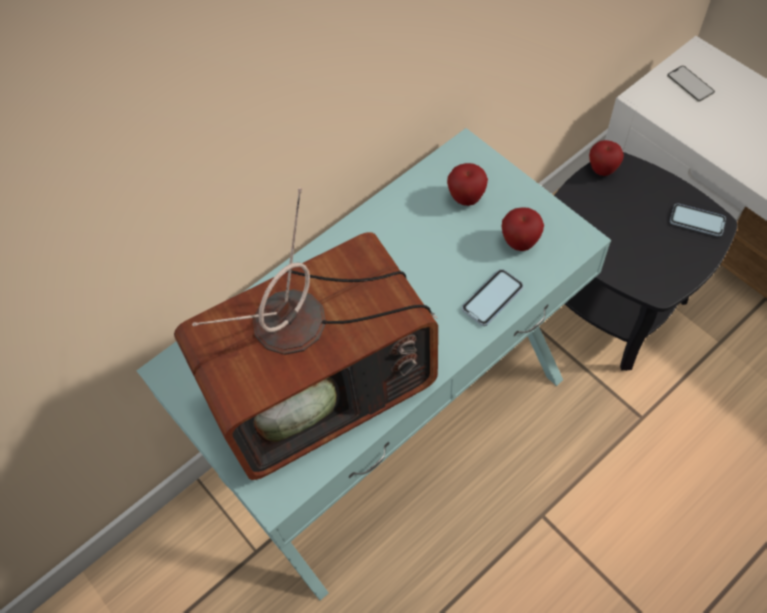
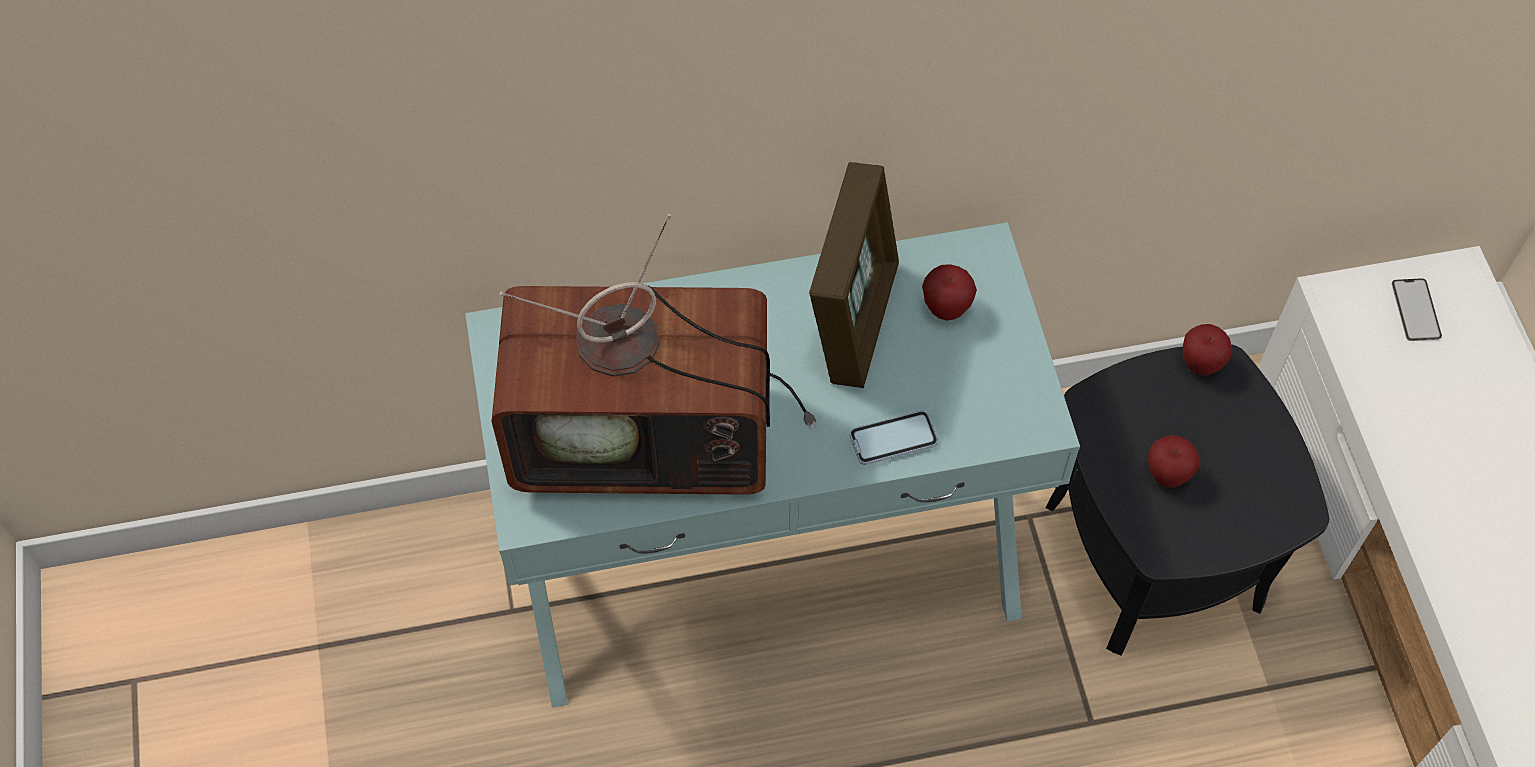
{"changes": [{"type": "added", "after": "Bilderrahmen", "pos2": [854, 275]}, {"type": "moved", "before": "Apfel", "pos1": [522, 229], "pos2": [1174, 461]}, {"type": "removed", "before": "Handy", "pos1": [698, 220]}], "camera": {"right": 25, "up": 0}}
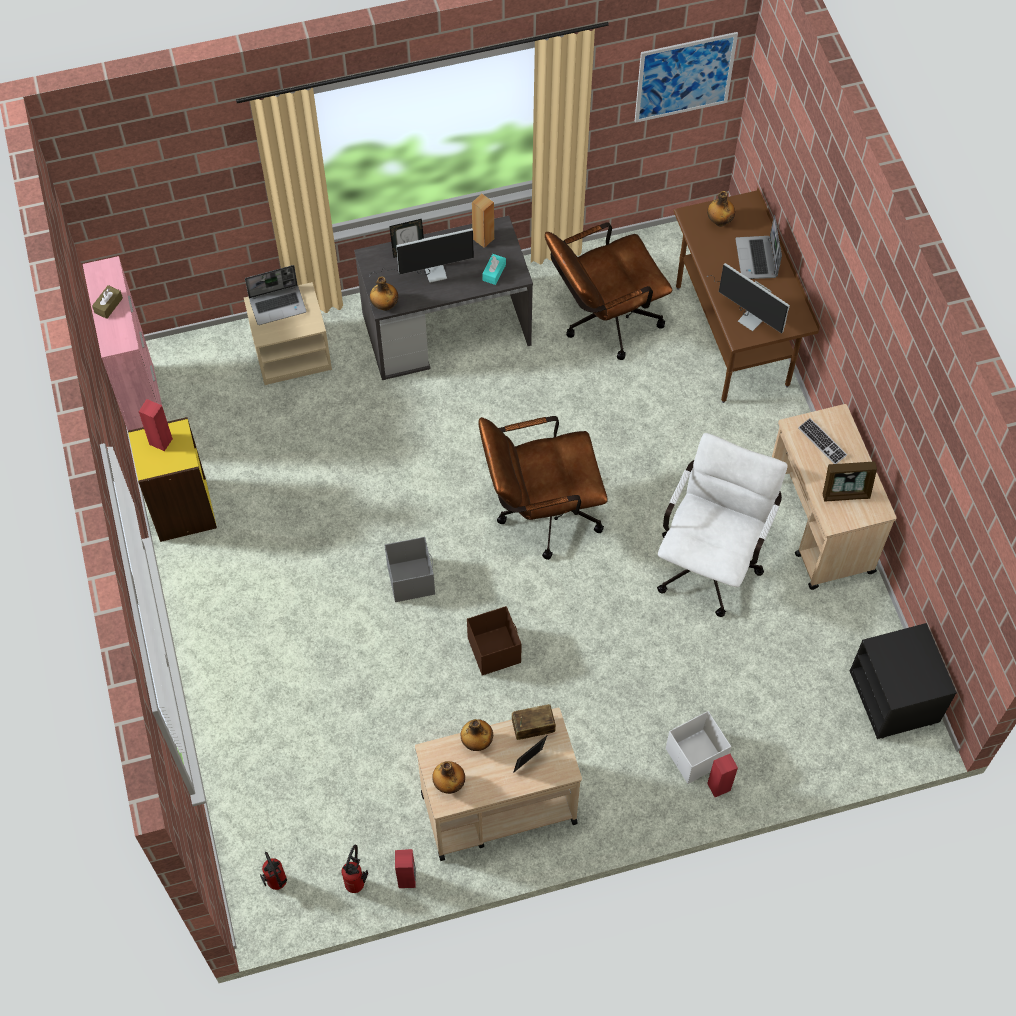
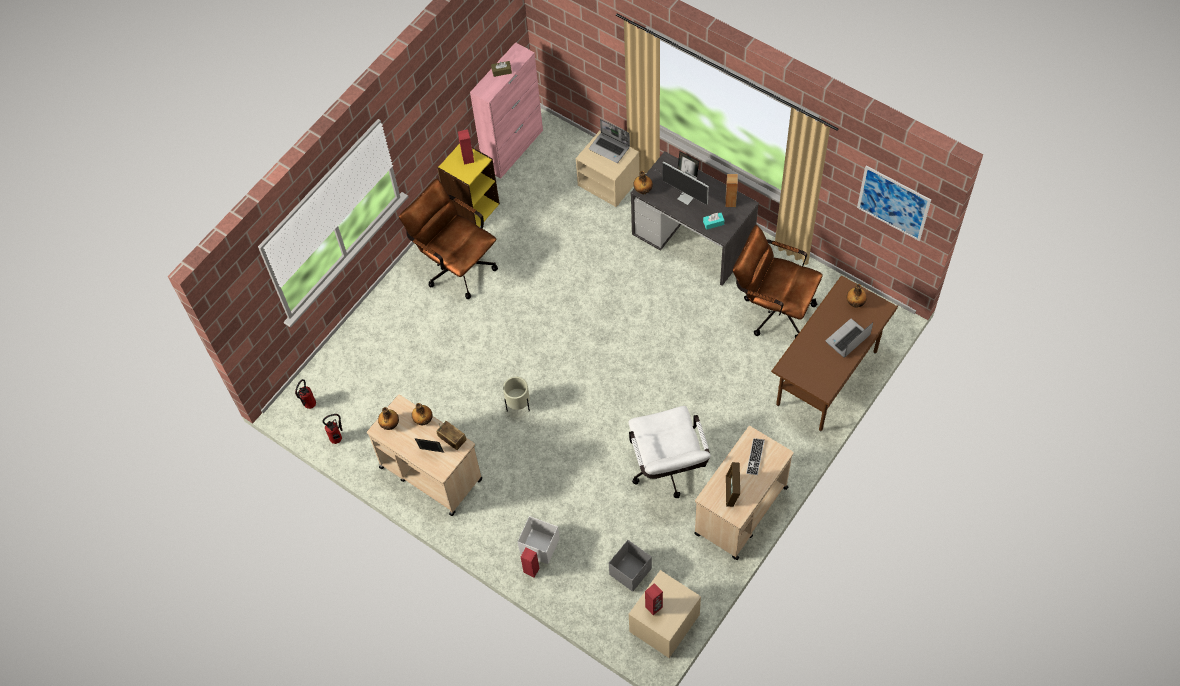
{"changes": [{"type": "moved", "before": "Bürostuhl/braun", "pos1": [543, 488], "pos2": [448, 238]}, {"type": "replaced", "before": "Aufbewahrungsbox/braun", "after": "Pflanzkübel/beige", "pos1": [494, 641], "pos2": [516, 394]}, {"type": "moved", "before": "Aufbewahrungsbox/grau", "pos1": [410, 569], "pos2": [630, 566]}, {"type": "recoloured", "before": "Nachttisch/schwarz", "after": "Nachttisch/beige", "pos1": [903, 681], "pos2": [664, 614]}, {"type": "turned", "before": "Bürostuhl/weiß", "pos1": [722, 525], "pos2": [670, 452], "turn": 90}, {"type": "moved", "before": "Lautsprecher/rot", "pos1": [405, 868], "pos2": [654, 599]}, {"type": "turned", "before": "Bilderrahmen", "pos1": [850, 481], "pos2": [733, 484], "turn": 45}, {"type": "removed", "before": "Monitor", "pos1": [748, 298]}], "camera": {"right": 55, "up": 0}}
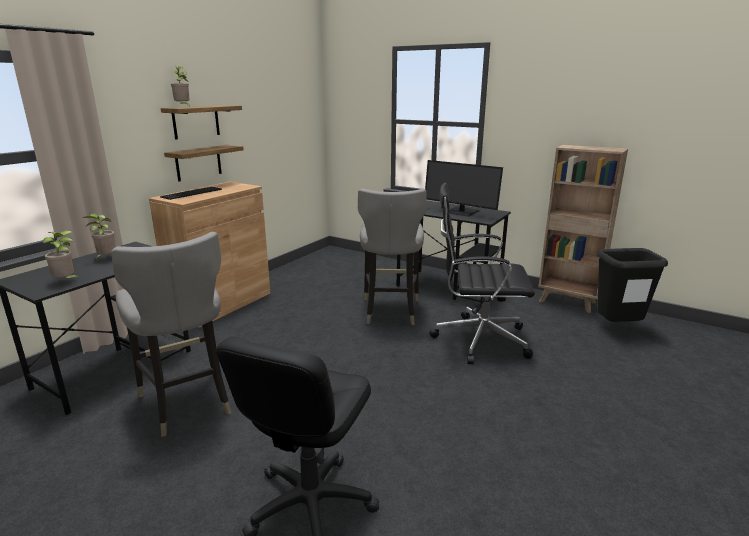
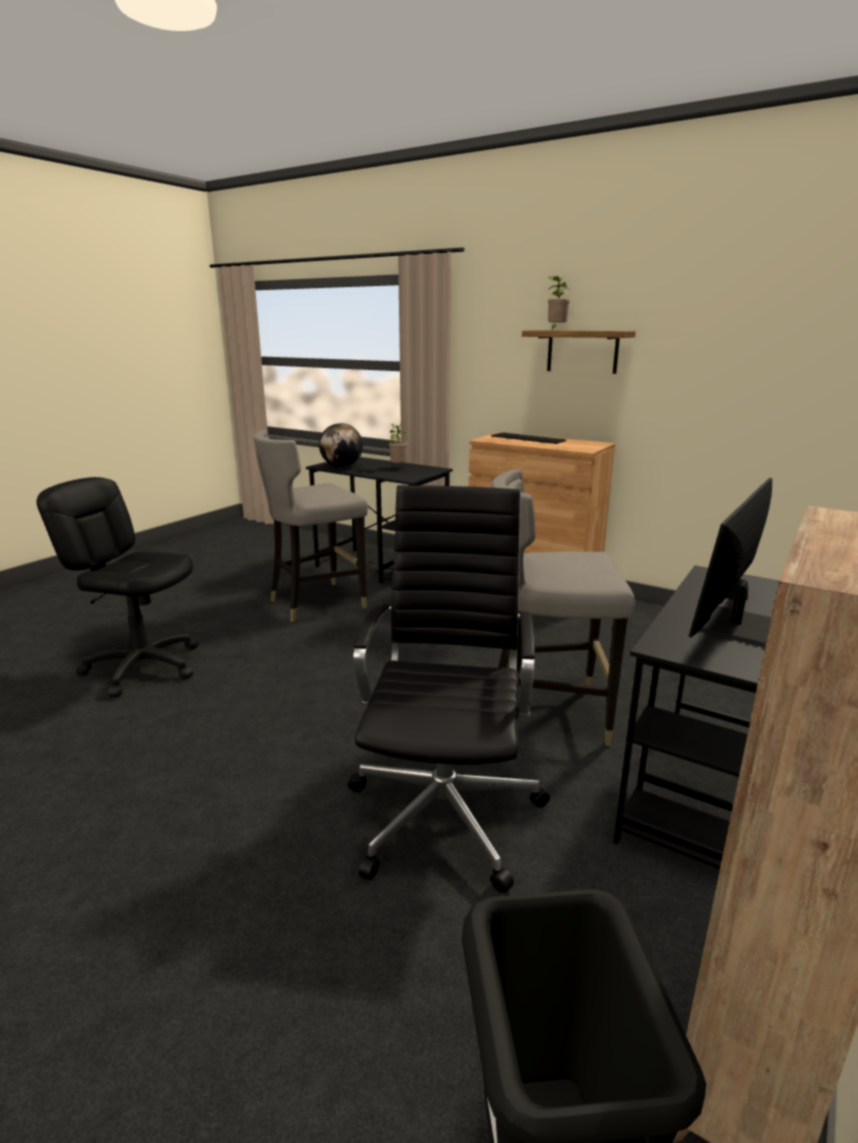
{"changes": [{"type": "replaced", "before": "Topfpflanze", "after": "Globus", "pos1": [61, 255], "pos2": [341, 445]}, {"type": "removed", "before": "Wandregal", "pos1": [204, 163]}], "camera": {"right": 90, "up": 0}}
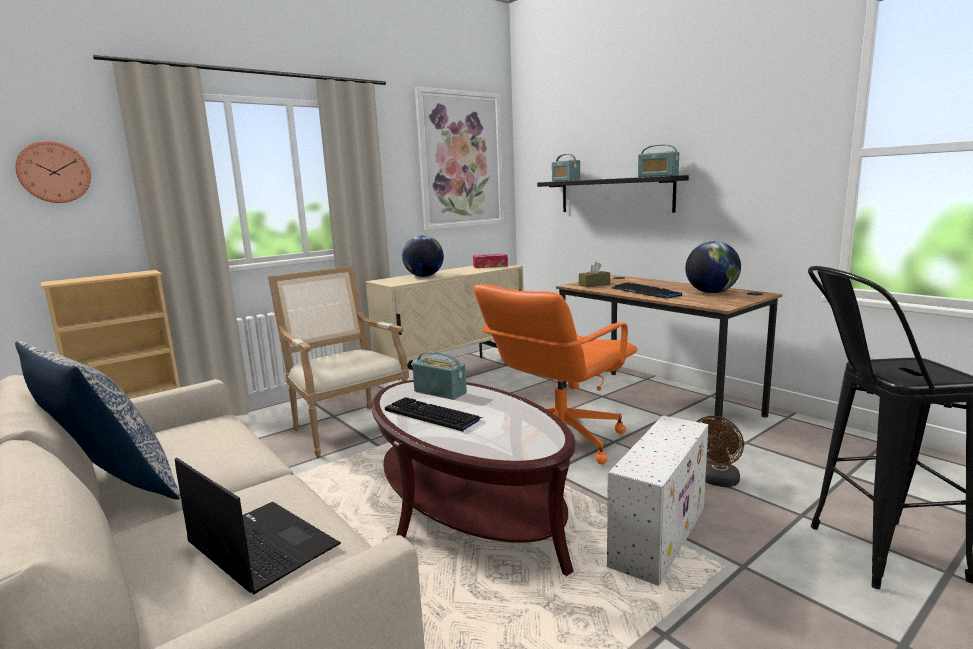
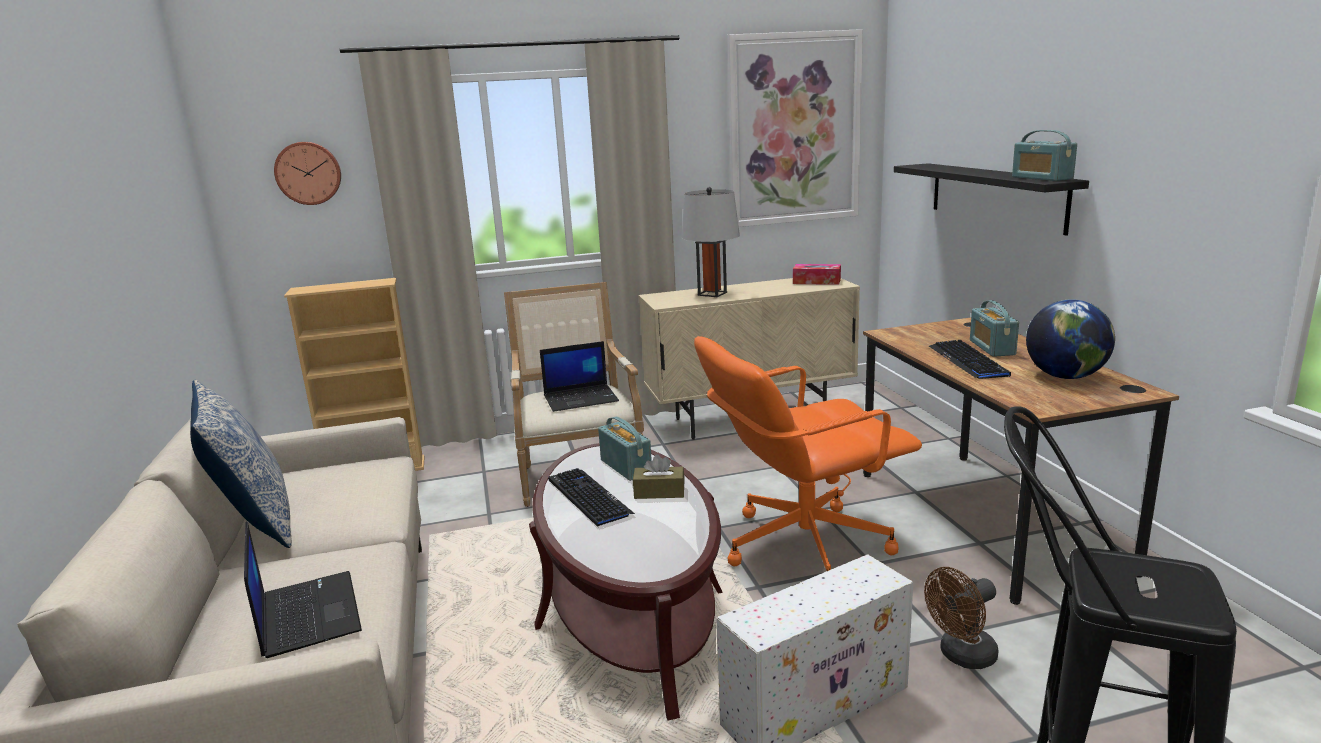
{"changes": [{"type": "added", "after": "Laptop", "pos2": [579, 376]}, {"type": "moved", "before": "Taschentuchbox/braun", "pos1": [594, 274], "pos2": [659, 476]}, {"type": "replaced", "before": "Globus", "after": "Tischlampe/grau", "pos1": [423, 256], "pos2": [710, 242]}, {"type": "moved", "before": "Radio", "pos1": [566, 168], "pos2": [994, 328]}], "camera": {"right": 25, "up": 5}}
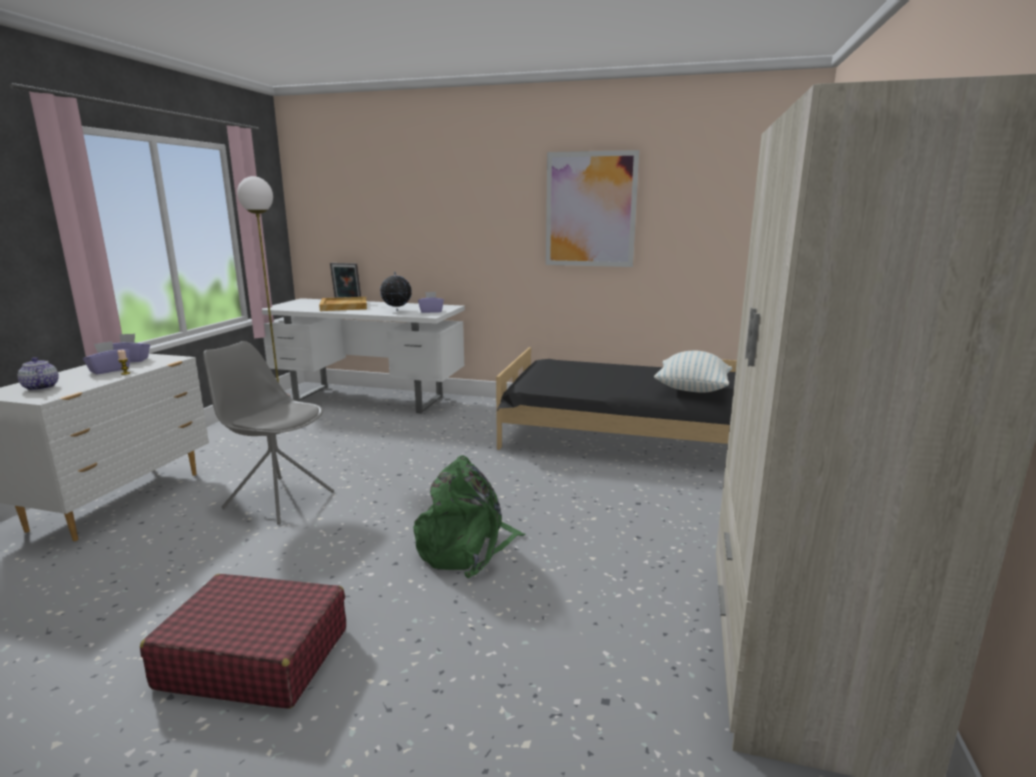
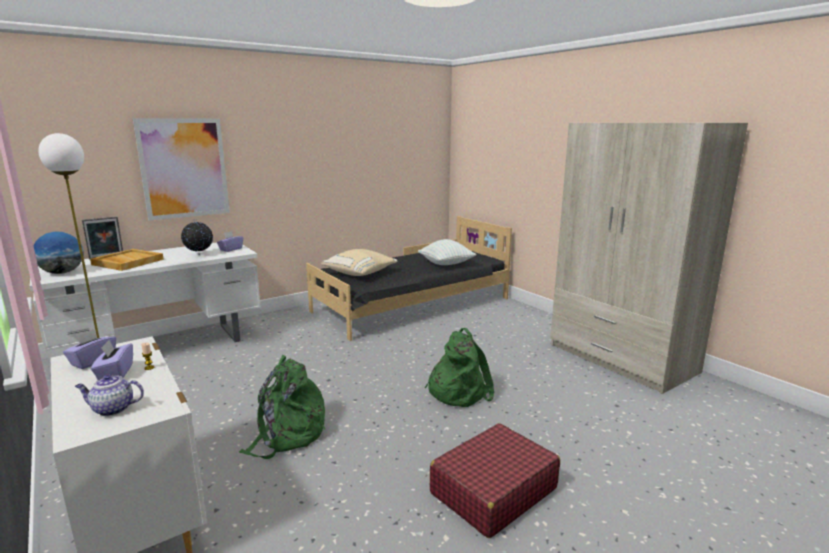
{"changes": [{"type": "added", "after": "Globus", "pos2": [58, 253]}, {"type": "moved", "before": "Bild", "pos1": [592, 208], "pos2": [181, 169]}, {"type": "replaced", "before": "Stuhl/grau", "after": "Rucksack/grün", "pos1": [268, 433], "pos2": [282, 407]}, {"type": "added", "after": "Kissen/beige", "pos2": [359, 262]}], "camera": {"right": -50, "up": 0}}
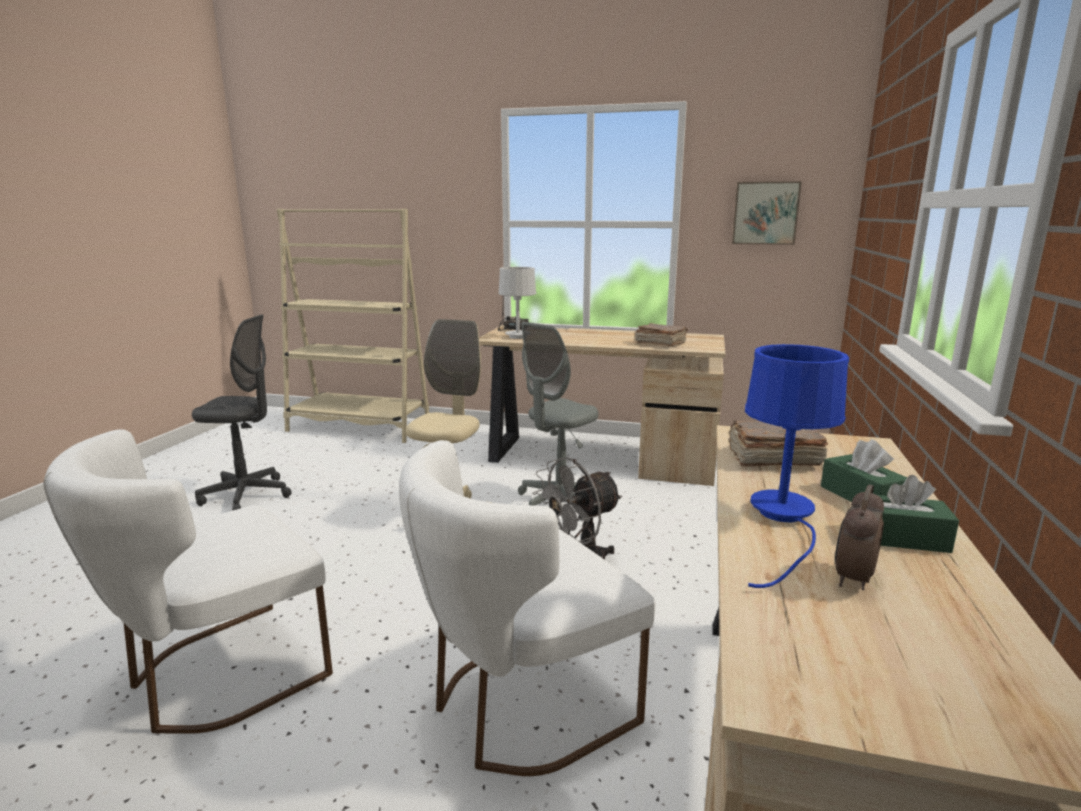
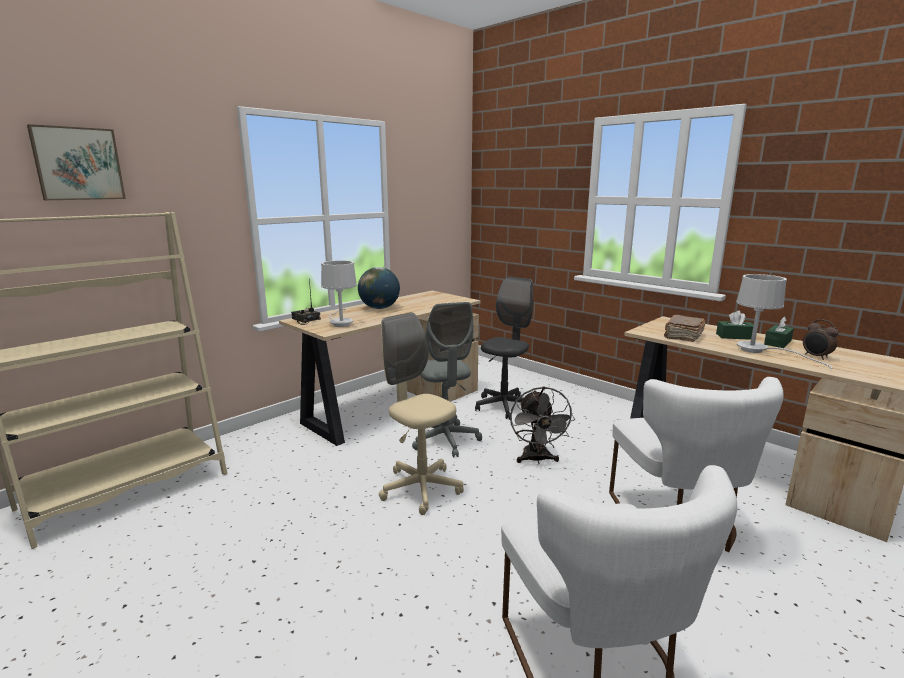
{"changes": [{"type": "moved", "before": "Bild", "pos1": [766, 213], "pos2": [76, 162]}, {"type": "added", "after": "Globus", "pos2": [379, 288]}, {"type": "moved", "before": "Bürostuhl/grau", "pos1": [242, 412], "pos2": [504, 348]}, {"type": "recoloured", "before": "Tischlampe/blau", "after": "Tischlampe/weiß", "pos1": [797, 466], "pos2": [784, 321]}, {"type": "removed", "before": "Buch/braun", "pos1": [661, 334]}], "camera": {"right": -60, "up": 0}}
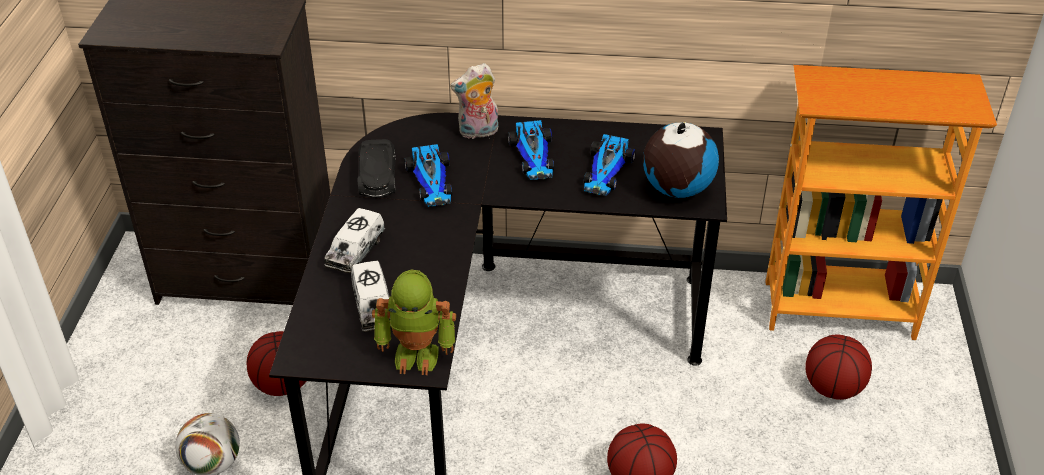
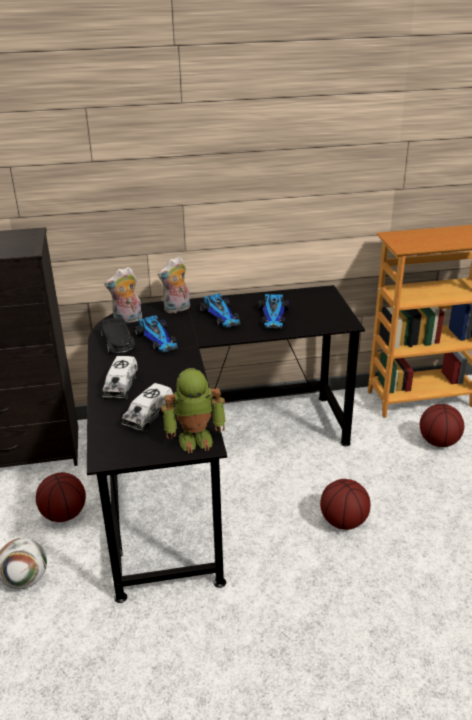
{"changes": [{"type": "added", "after": "Plüschtier", "pos2": [123, 295]}, {"type": "turned", "before": "Spielzeuglaster", "pos1": [371, 296], "pos2": [147, 408], "turn": 60}, {"type": "removed", "before": "Globus", "pos1": [681, 160]}], "camera": {"right": -15, "up": -10}}
